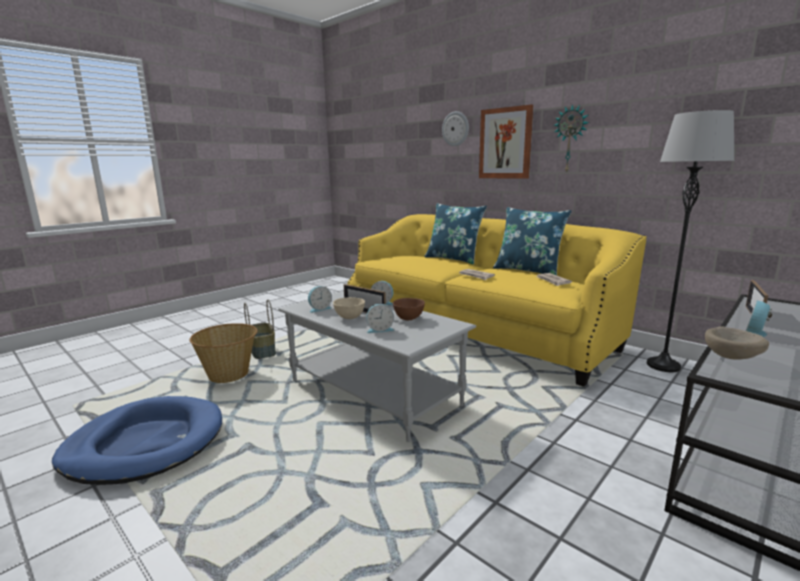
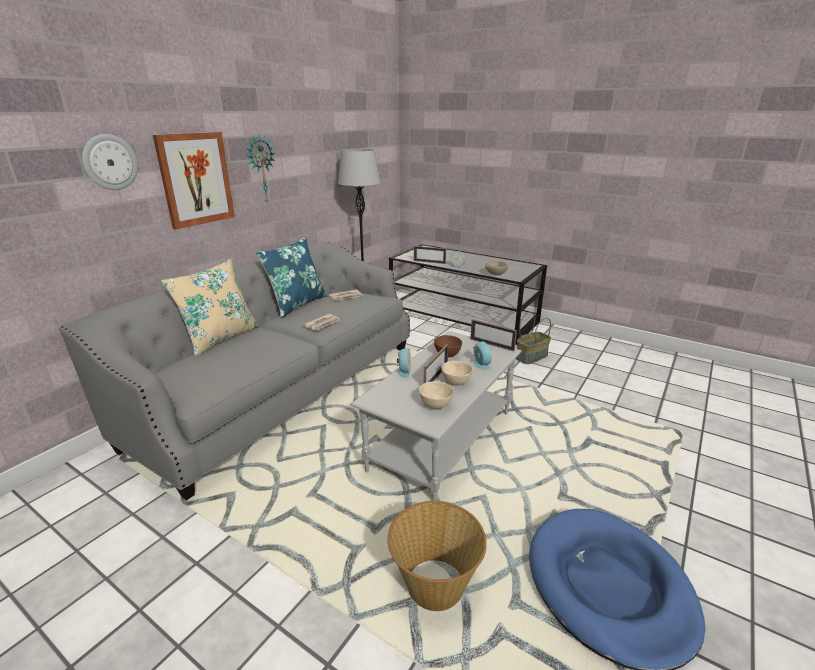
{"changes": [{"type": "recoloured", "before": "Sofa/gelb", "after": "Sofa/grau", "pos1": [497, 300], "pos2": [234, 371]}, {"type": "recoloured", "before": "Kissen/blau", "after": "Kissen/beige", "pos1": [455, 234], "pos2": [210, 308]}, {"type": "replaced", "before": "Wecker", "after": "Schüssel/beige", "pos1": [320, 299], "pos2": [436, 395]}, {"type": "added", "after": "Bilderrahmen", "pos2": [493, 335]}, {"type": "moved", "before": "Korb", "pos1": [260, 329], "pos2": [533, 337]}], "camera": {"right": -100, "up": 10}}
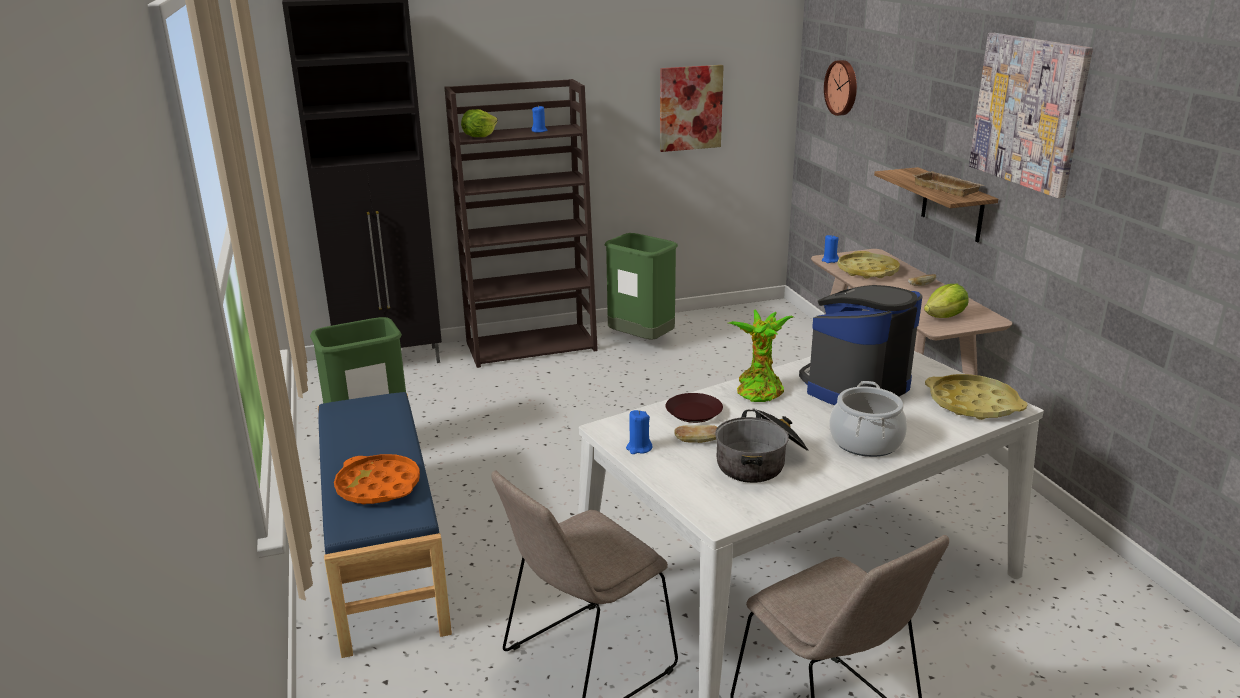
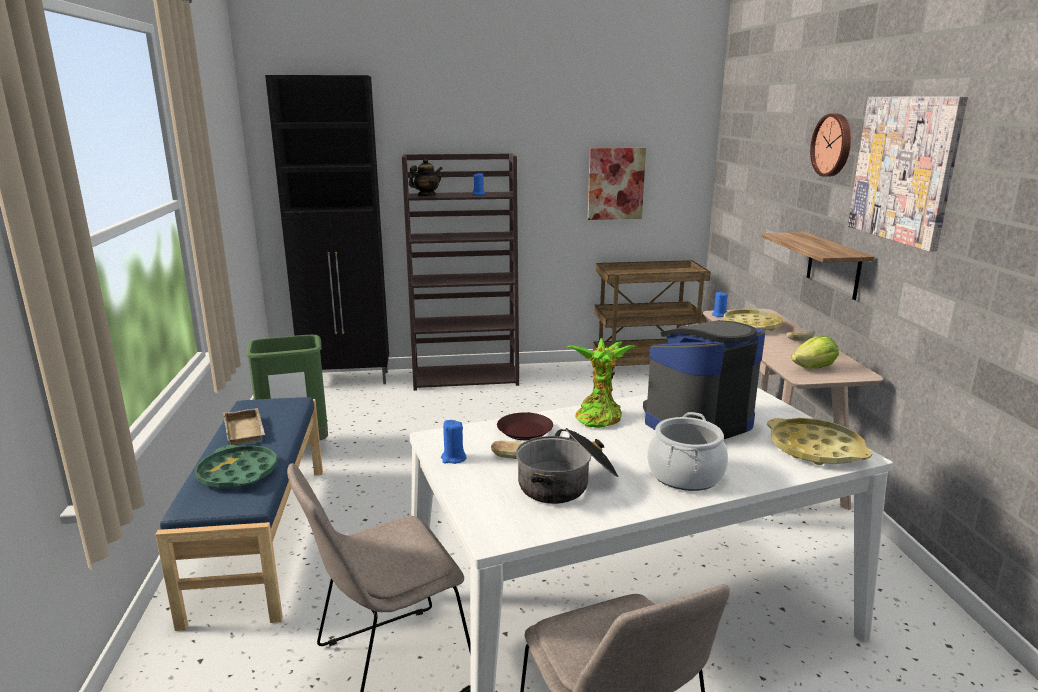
{"changes": [{"type": "recoloured", "before": "Tablett/orange", "after": "Tablett/grün", "pos1": [377, 479], "pos2": [236, 466]}, {"type": "moved", "before": "Tablett/beige", "pos1": [948, 184], "pos2": [244, 426]}, {"type": "replaced", "before": "Salatkopf", "after": "Teekanne", "pos1": [479, 123], "pos2": [426, 177]}, {"type": "added", "after": "Rollwagen/braun", "pos2": [651, 319]}, {"type": "moved", "before": "Wanduhr", "pos1": [840, 88], "pos2": [830, 145]}, {"type": "removed", "before": "Mülleimer/grün", "pos1": [641, 286]}], "camera": {"right": 10, "up": -5}}
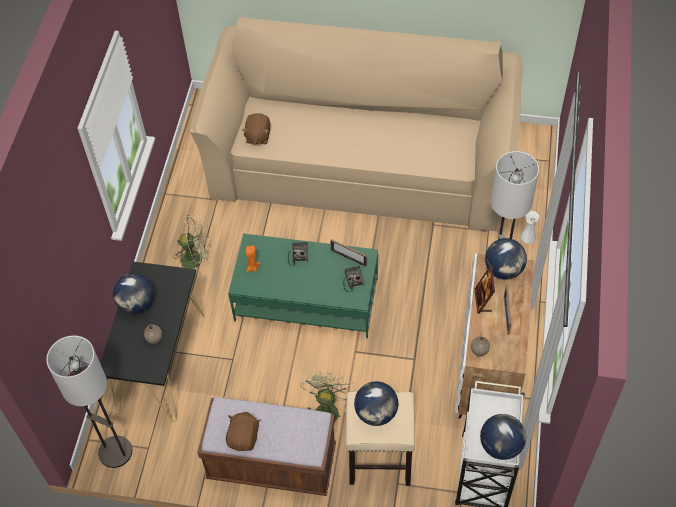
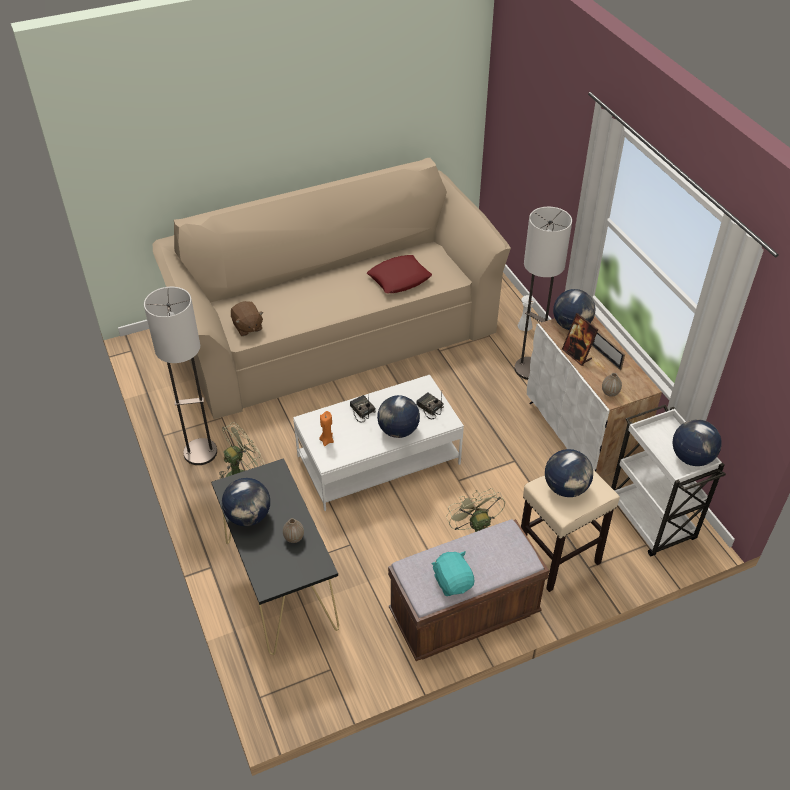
{"changes": [{"type": "moved", "before": "Stehlampe", "pos1": [89, 401], "pos2": [180, 376]}, {"type": "recoloured", "before": "Couchtisch/grün", "after": "Couchtisch/weiß", "pos1": [303, 286], "pos2": [378, 443]}, {"type": "added", "after": "Kissen/rot", "pos2": [399, 274]}, {"type": "added", "after": "Globus", "pos2": [398, 416]}, {"type": "recoloured", "before": "Plüschtier/braun", "after": "Plüschtier/türkis", "pos1": [243, 431], "pos2": [453, 573]}, {"type": "removed", "before": "Bilderrahmen", "pos1": [348, 253]}], "camera": {"right": -35, "up": -10}}
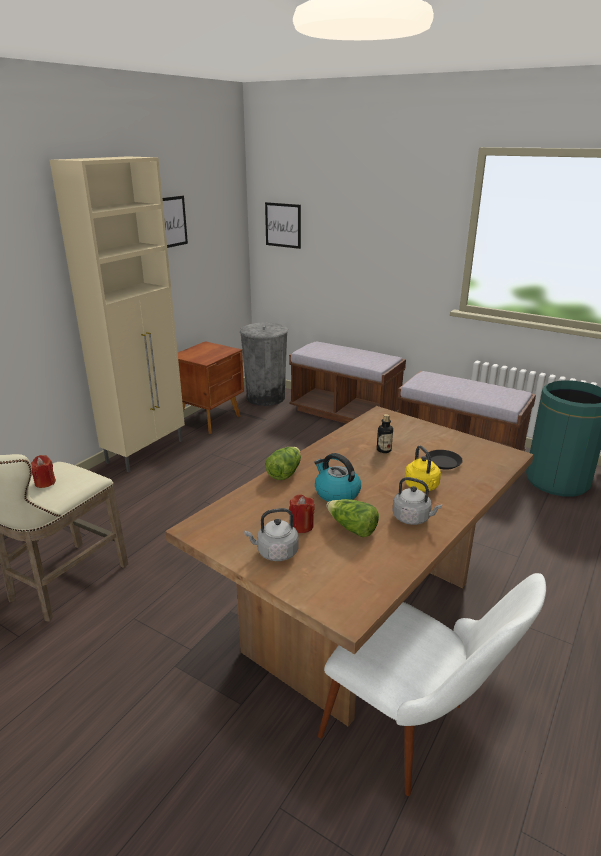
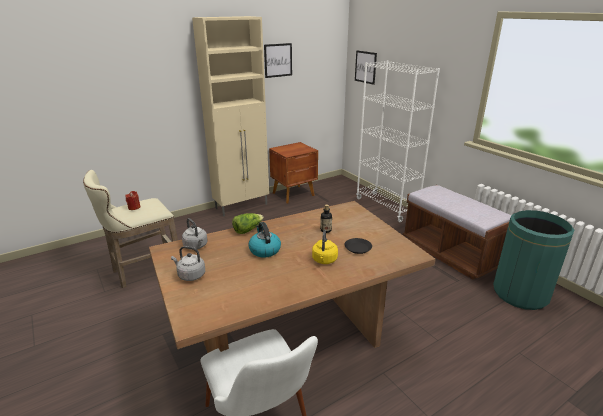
{"changes": [{"type": "moved", "before": "Wasserkessel/grau", "pos1": [417, 501], "pos2": [195, 234]}, {"type": "replaced", "before": "Bank/braun", "after": "Bücherregal/weiß", "pos1": [347, 382], "pos2": [398, 141]}, {"type": "removed", "before": "Mülleimer/grau", "pos1": [264, 364]}, {"type": "removed", "before": "Kerze/rot", "pos1": [302, 513]}, {"type": "removed", "before": "Salatkopf", "pos1": [352, 518]}], "camera": {"right": 25, "up": 0}}
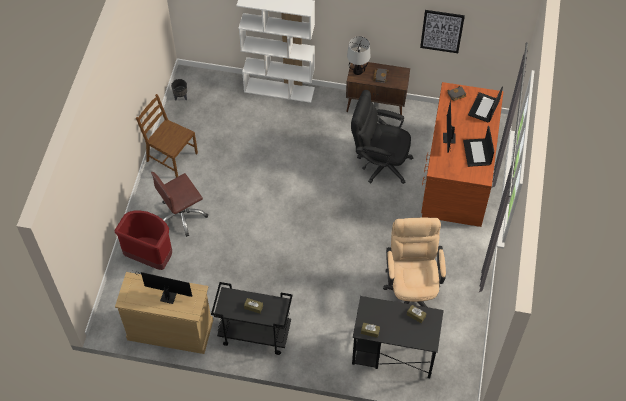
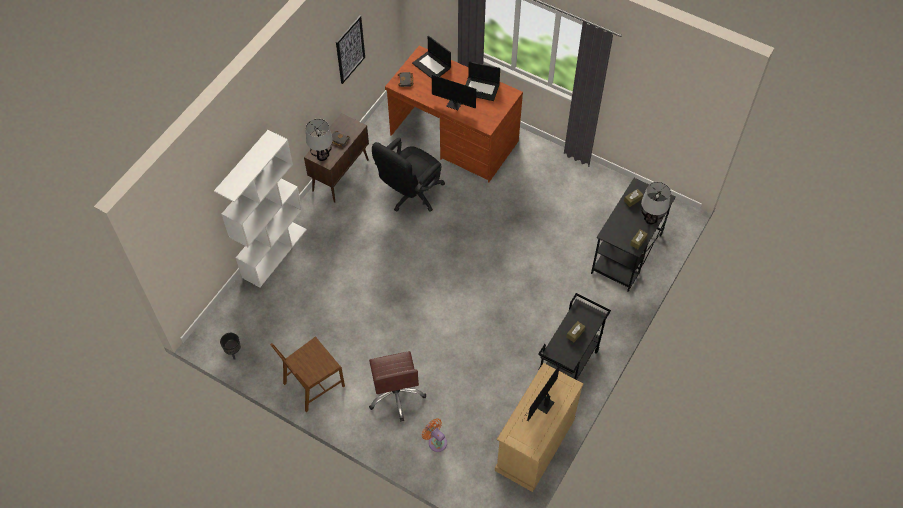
{"changes": [{"type": "replaced", "before": "Mülleimer/rot", "after": "Ventilator/orange", "pos1": [143, 240], "pos2": [434, 435]}, {"type": "added", "after": "Tischlampe", "pos2": [656, 203]}, {"type": "removed", "before": "Bürostuhl/beige", "pos1": [414, 262]}], "camera": {"right": -70, "up": 0}}
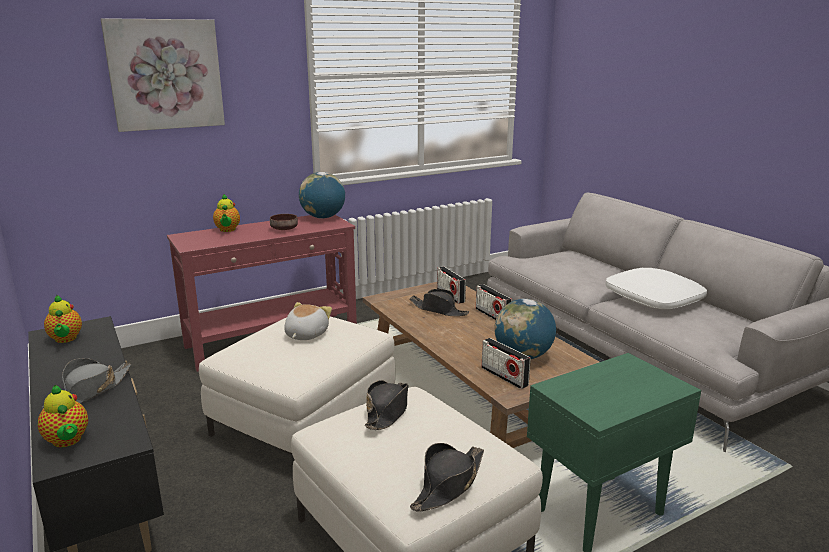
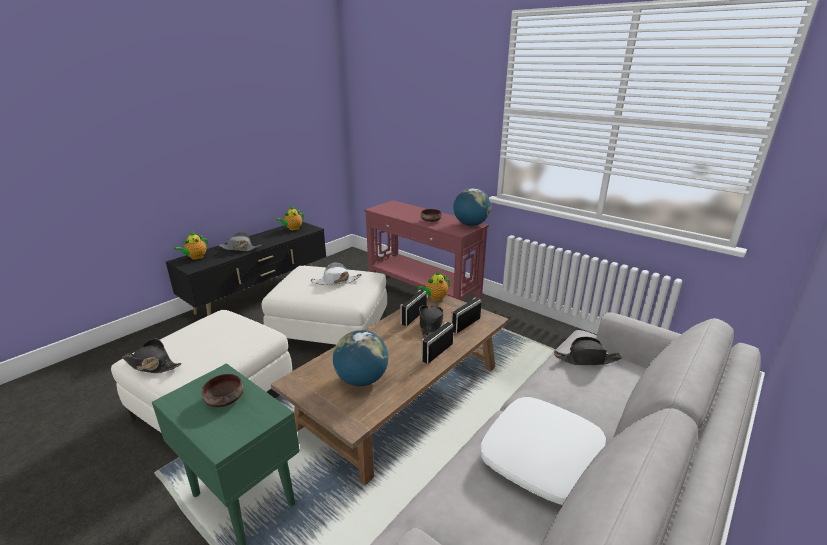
{"changes": [{"type": "added", "after": "Schüssel/braun", "pos2": [223, 390]}, {"type": "replaced", "before": "Plüschtier", "after": "Hut/weiß", "pos1": [308, 321], "pos2": [336, 273]}, {"type": "moved", "before": "Radio", "pos1": [506, 363], "pos2": [413, 308]}, {"type": "moved", "before": "Teekanne", "pos1": [226, 213], "pos2": [434, 286]}, {"type": "moved", "before": "Hut/schwarz", "pos1": [386, 405], "pos2": [588, 351]}, {"type": "removed", "before": "Bild", "pos1": [163, 75]}], "camera": {"right": 70, "up": 5}}
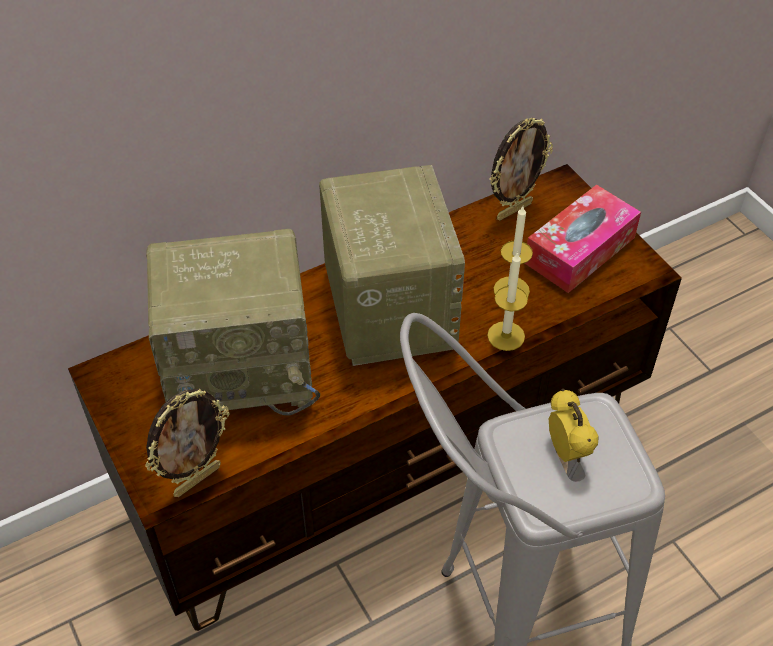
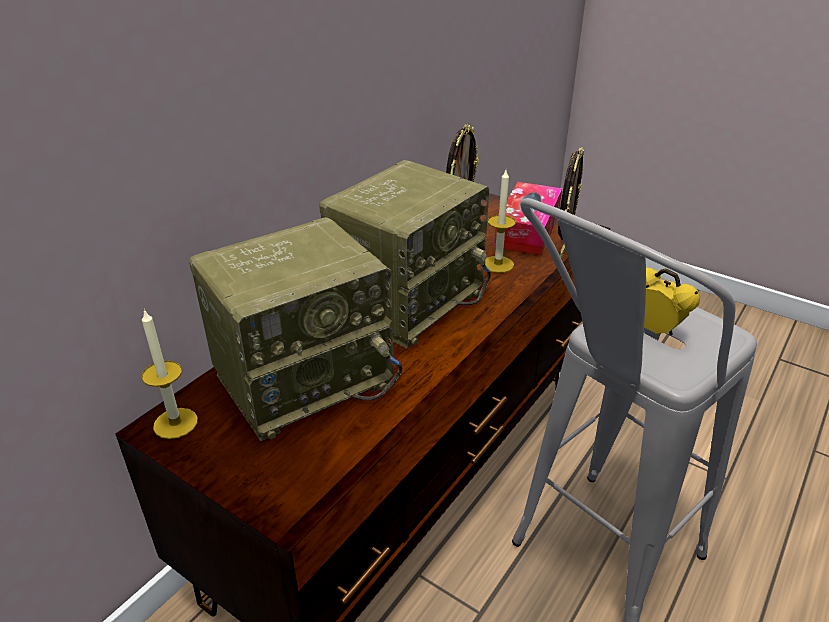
{"changes": [{"type": "moved", "before": "Kerze", "pos1": [507, 301], "pos2": [170, 374]}, {"type": "turned", "before": "Radio", "pos1": [392, 265], "pos2": [405, 254], "turn": 75}, {"type": "moved", "before": "Bilderrahmen", "pos1": [187, 443], "pos2": [571, 202]}], "camera": {"right": -25, "up": -15}}
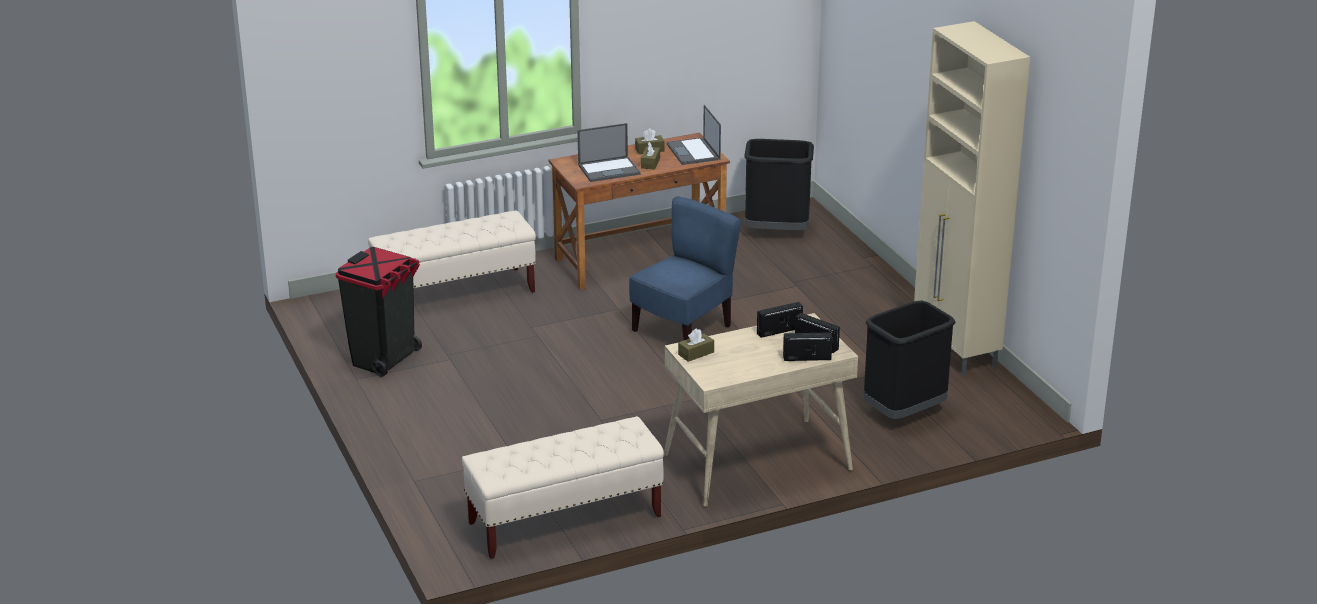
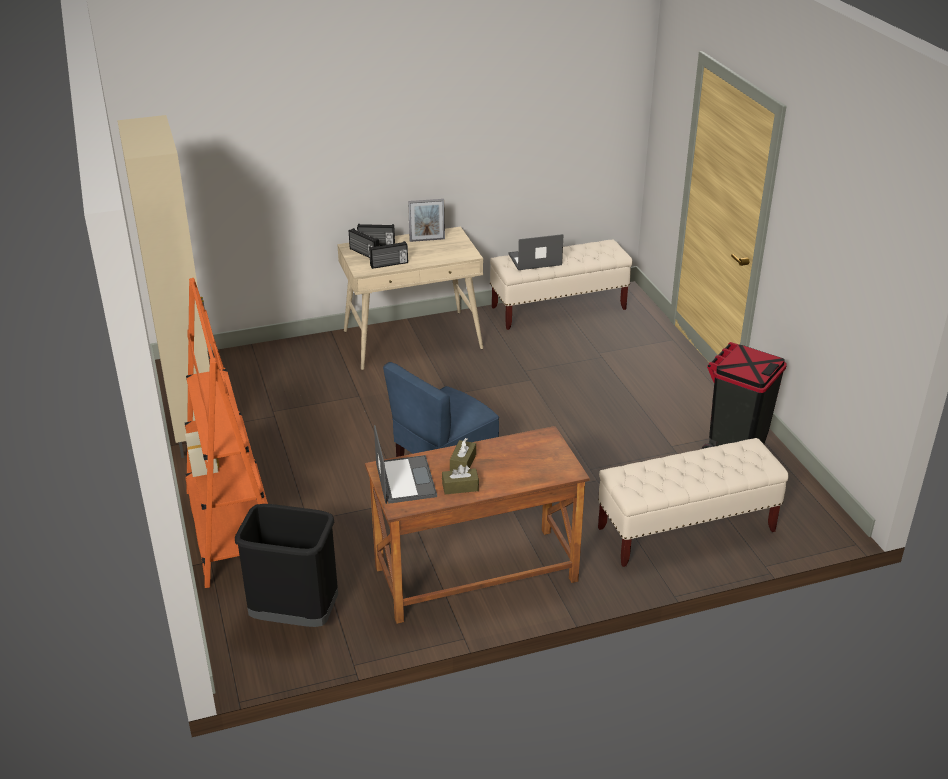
{"changes": [{"type": "added", "after": "Bücherregal/orange", "pos2": [226, 433]}, {"type": "added", "after": "Bilderrahmen", "pos2": [426, 220]}, {"type": "moved", "before": "Laptop", "pos1": [608, 152], "pos2": [536, 252]}, {"type": "removed", "before": "Taschentuchbox/braun", "pos1": [696, 345]}, {"type": "removed", "before": "Mülleimer/schwarz", "pos1": [910, 360]}], "camera": {"right": -175, "up": 5}}
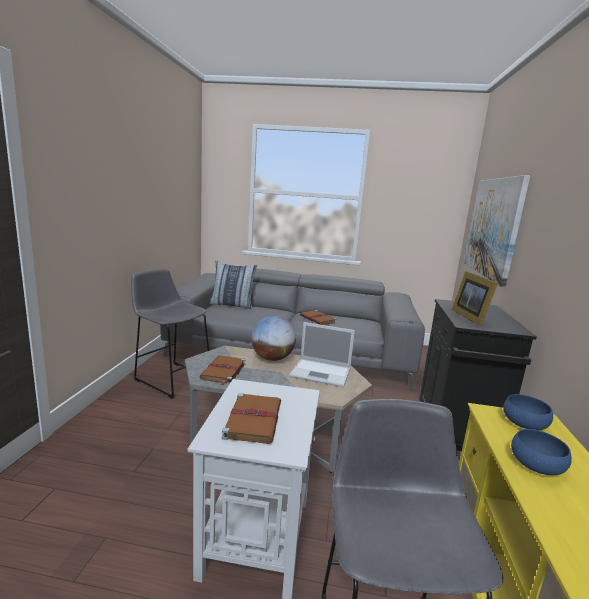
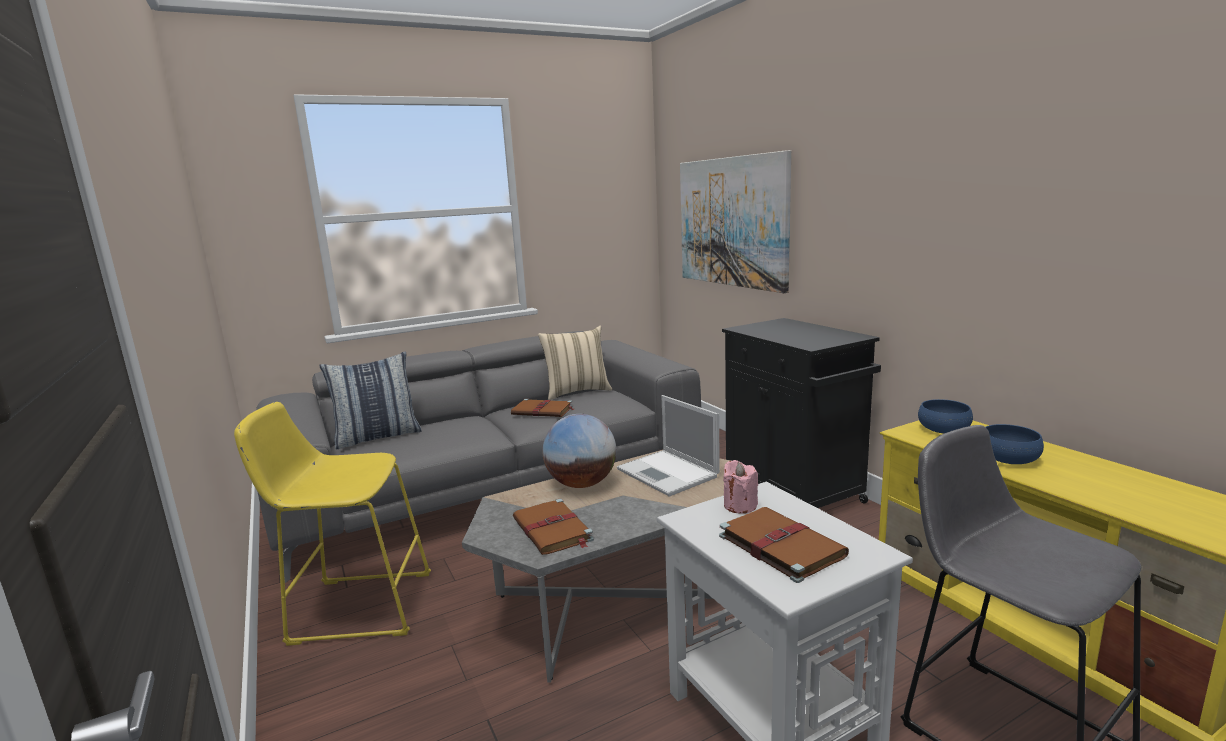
{"changes": [{"type": "recoloured", "before": "Hocker/grau", "after": "Hocker/gelb", "pos1": [170, 334], "pos2": [332, 524]}, {"type": "added", "after": "Kissen/beige", "pos2": [575, 363]}, {"type": "turned", "before": "Laptop", "pos1": [322, 354], "pos2": [668, 446], "turn": 75}, {"type": "added", "after": "Kerze/rosa", "pos2": [740, 487]}, {"type": "removed", "before": "Bilderrahmen", "pos1": [475, 298]}], "camera": {"right": -35, "up": 0}}
